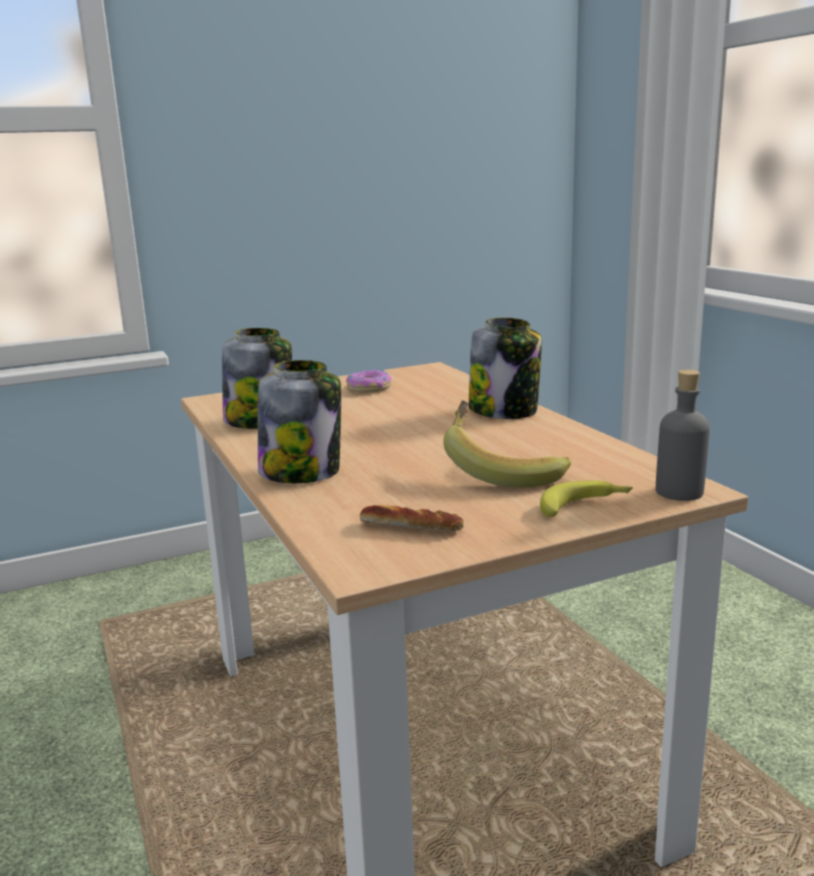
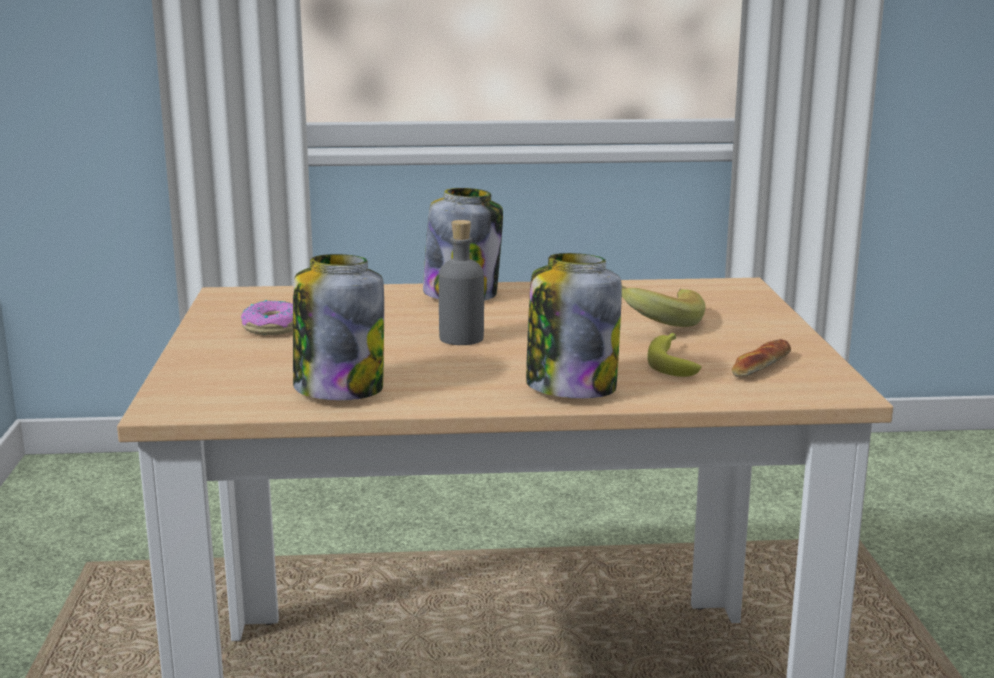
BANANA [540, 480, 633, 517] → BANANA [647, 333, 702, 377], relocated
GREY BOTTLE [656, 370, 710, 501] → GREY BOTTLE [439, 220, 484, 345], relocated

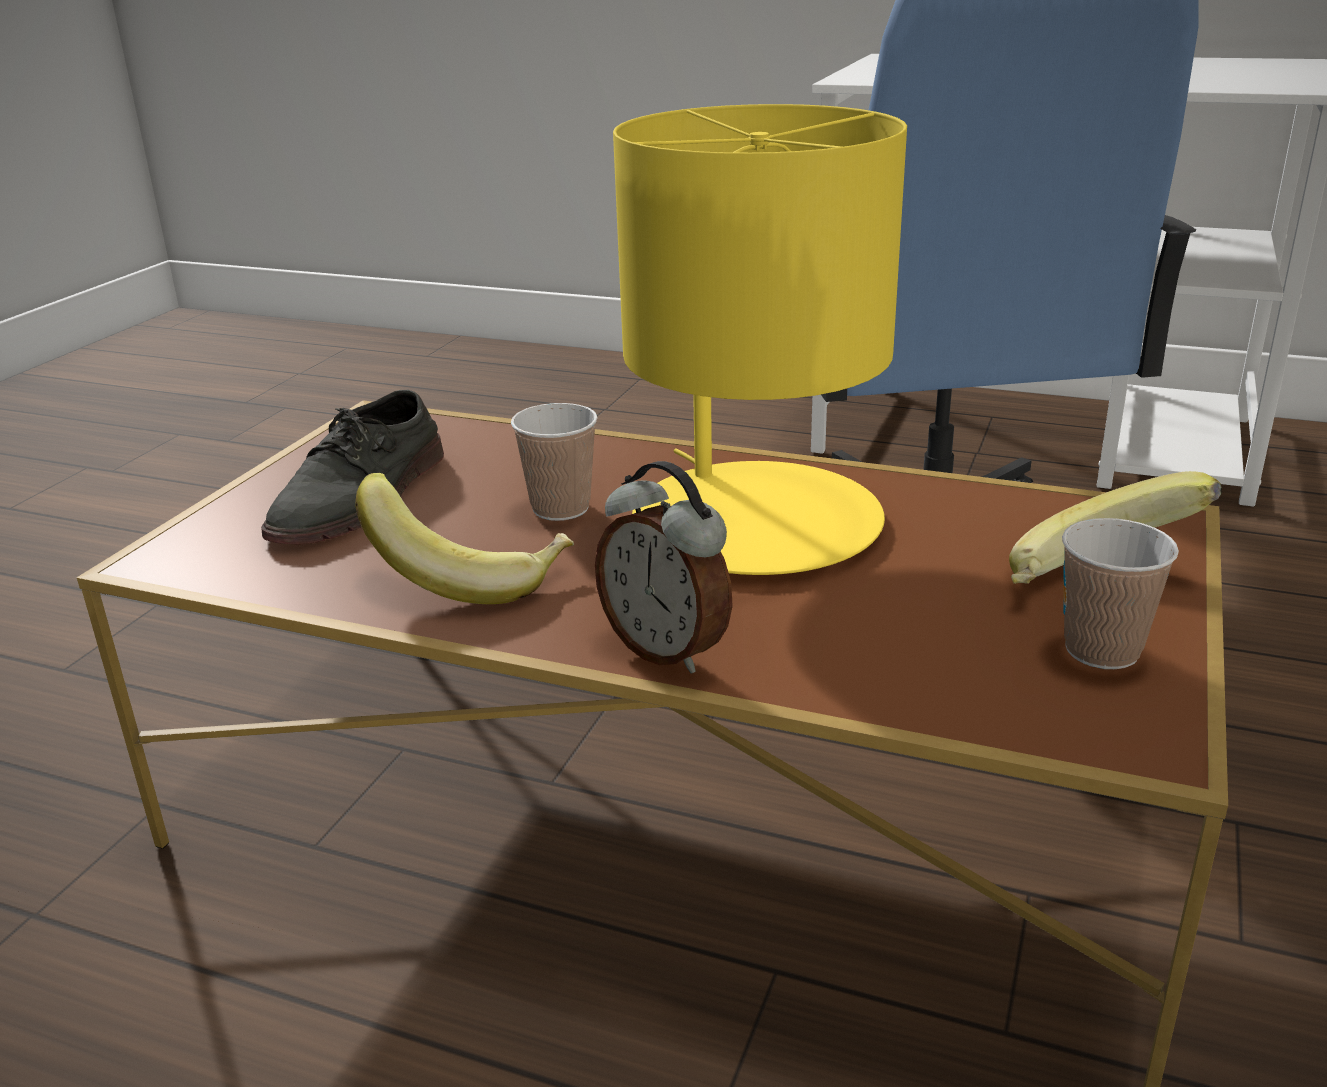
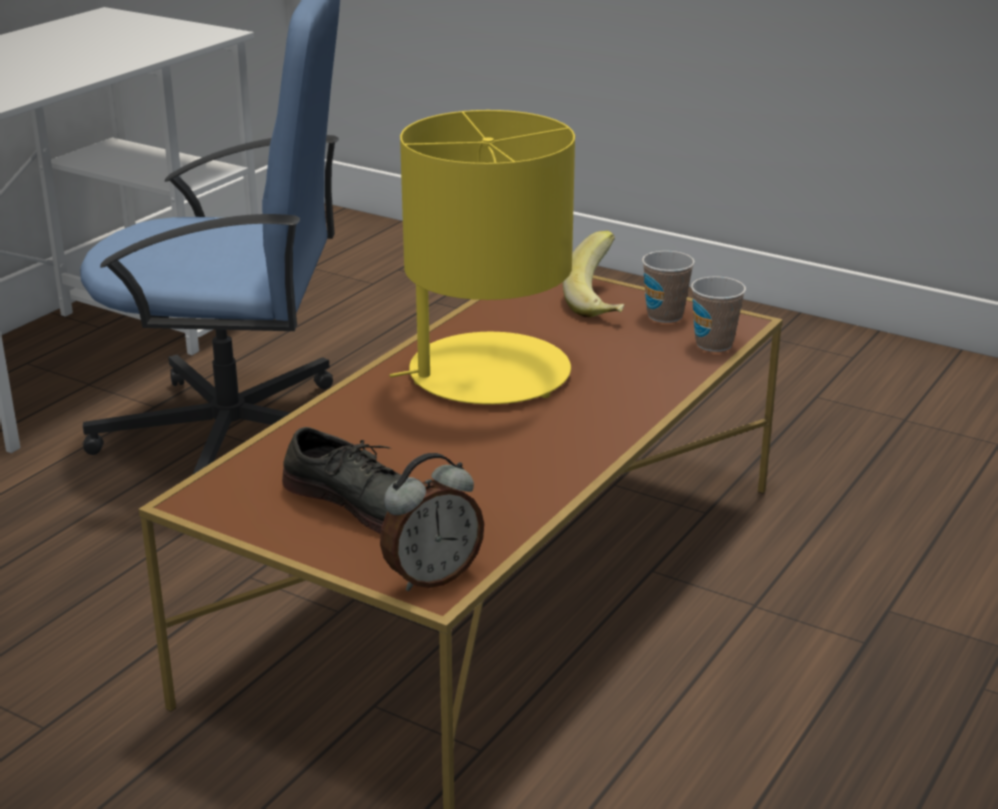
BANANA [355, 473, 574, 604] → -
CUP [511, 403, 598, 521] → CUP [691, 276, 746, 352], relocated
ALARM CLOCK [595, 461, 733, 674] → ALARM CLOCK [380, 453, 484, 591], relocated

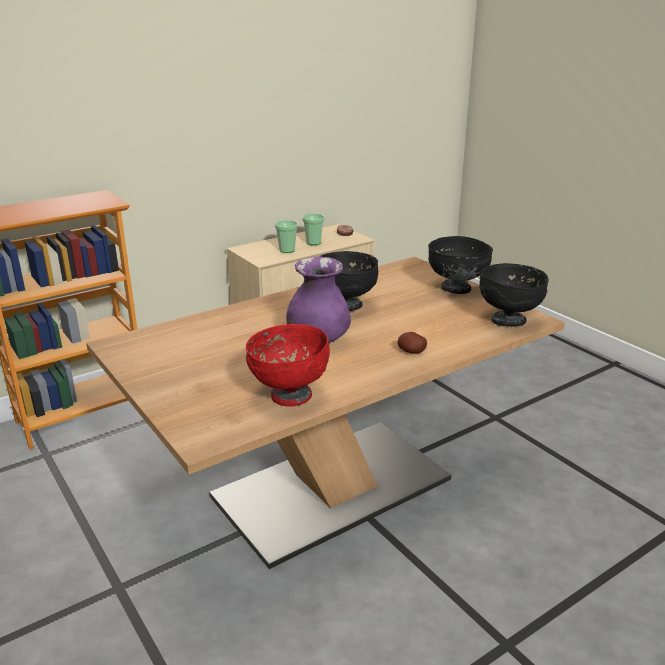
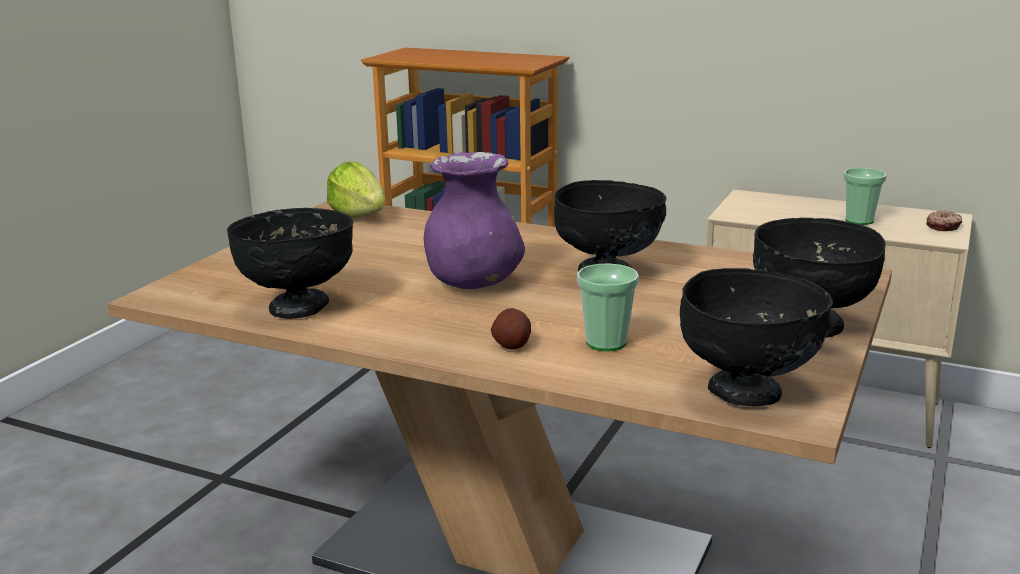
RED BOWL [246, 324, 330, 407] → BLACK BOWL [227, 208, 353, 319]
CUP [275, 220, 298, 253] → CUP [577, 263, 639, 351], relocated
- → LETTUCE [327, 162, 385, 217]

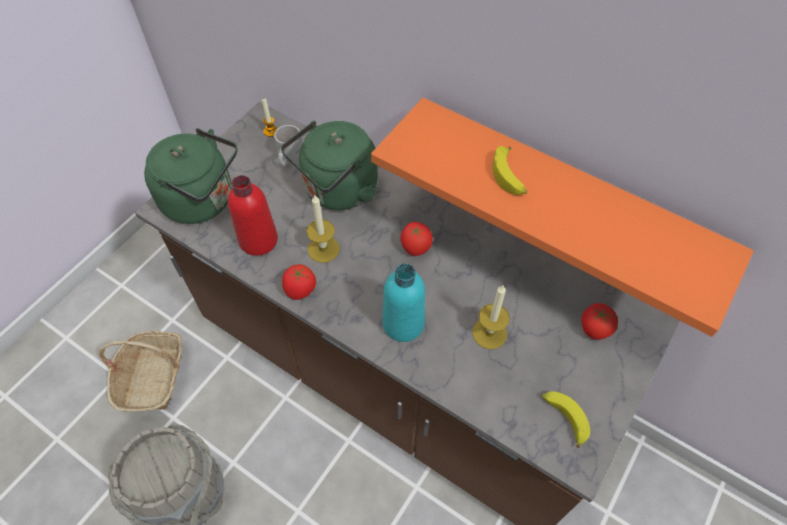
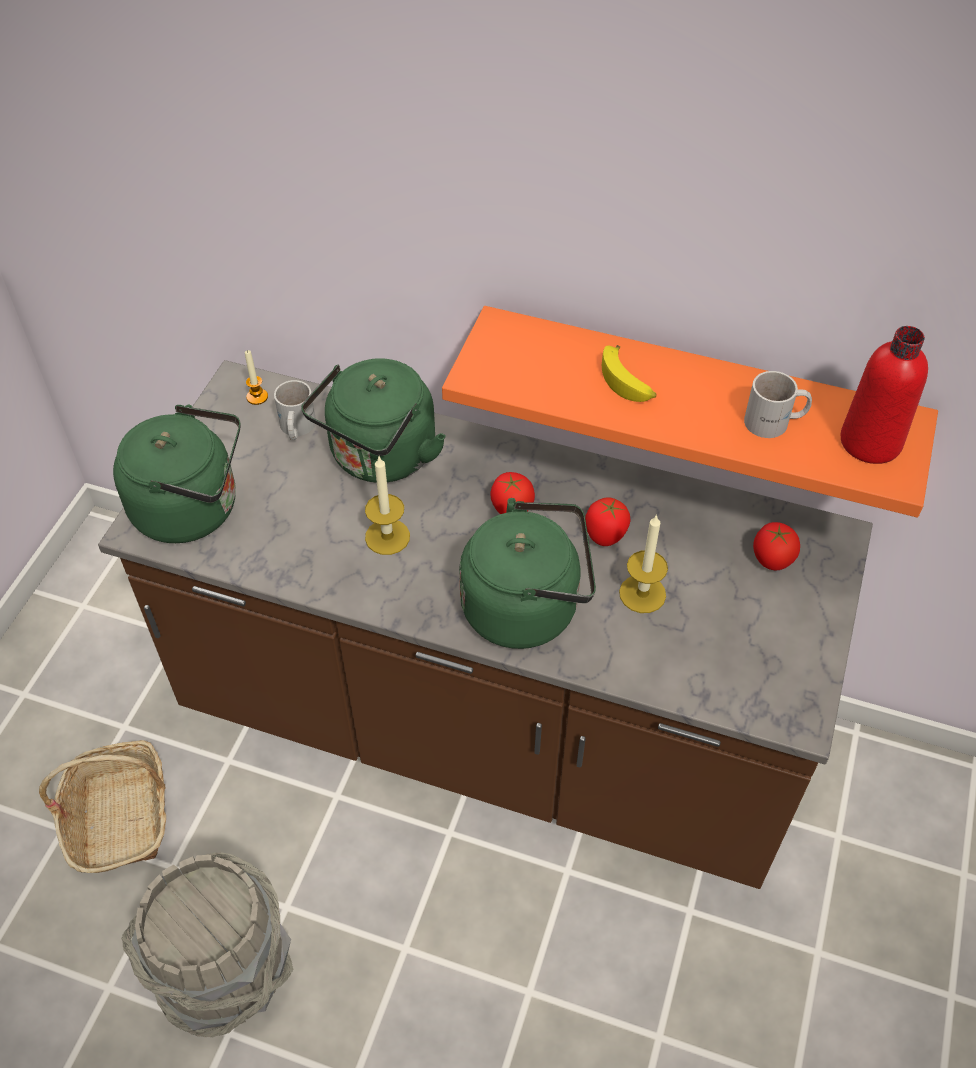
RED BOTTLE [228, 175, 278, 256] → RED BOTTLE [841, 326, 928, 464], relocated
TOMATO [282, 264, 316, 300] → TOMATO [585, 497, 631, 546], relocated
TURQUOISE BOTTLE [382, 264, 425, 342] → GREEN KETTLE [459, 498, 596, 649]
BANANA [542, 391, 590, 448] → -
- → WHITE MUG [744, 371, 812, 438]

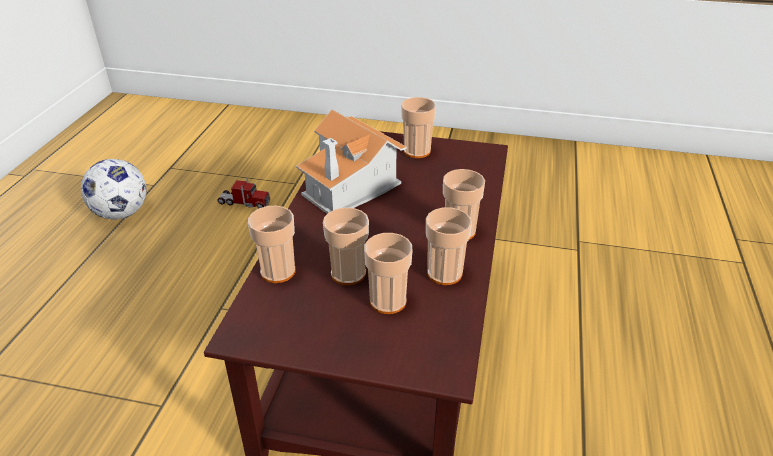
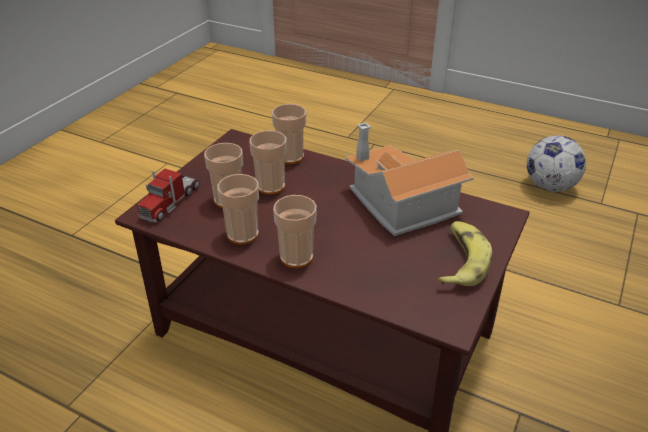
TOY TRUCK [218, 177, 270, 208] → TOY TRUCK [137, 169, 200, 223], relocated
CUP [401, 97, 436, 158] → BANANA [438, 221, 492, 286]

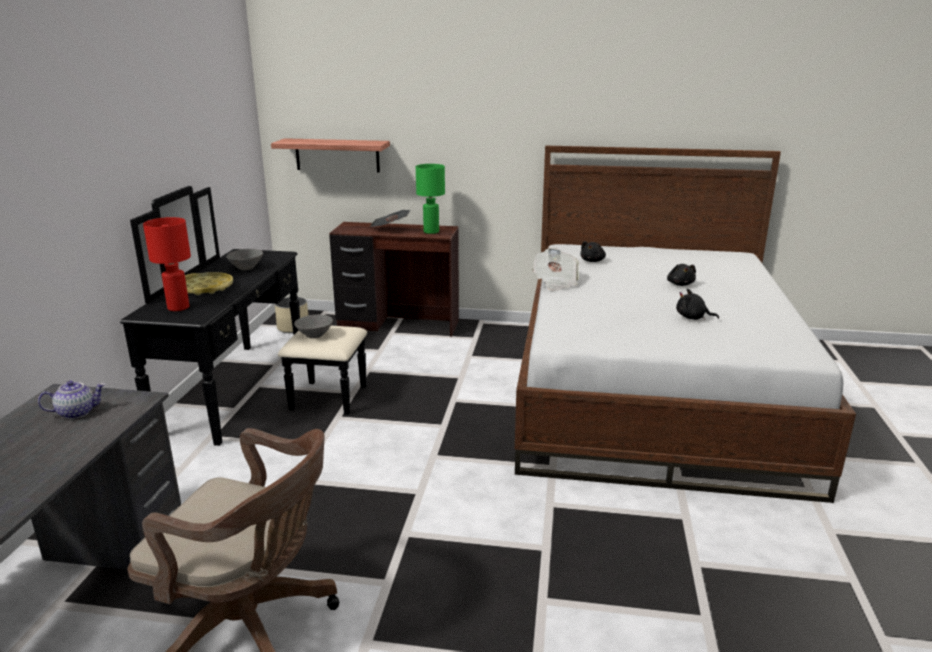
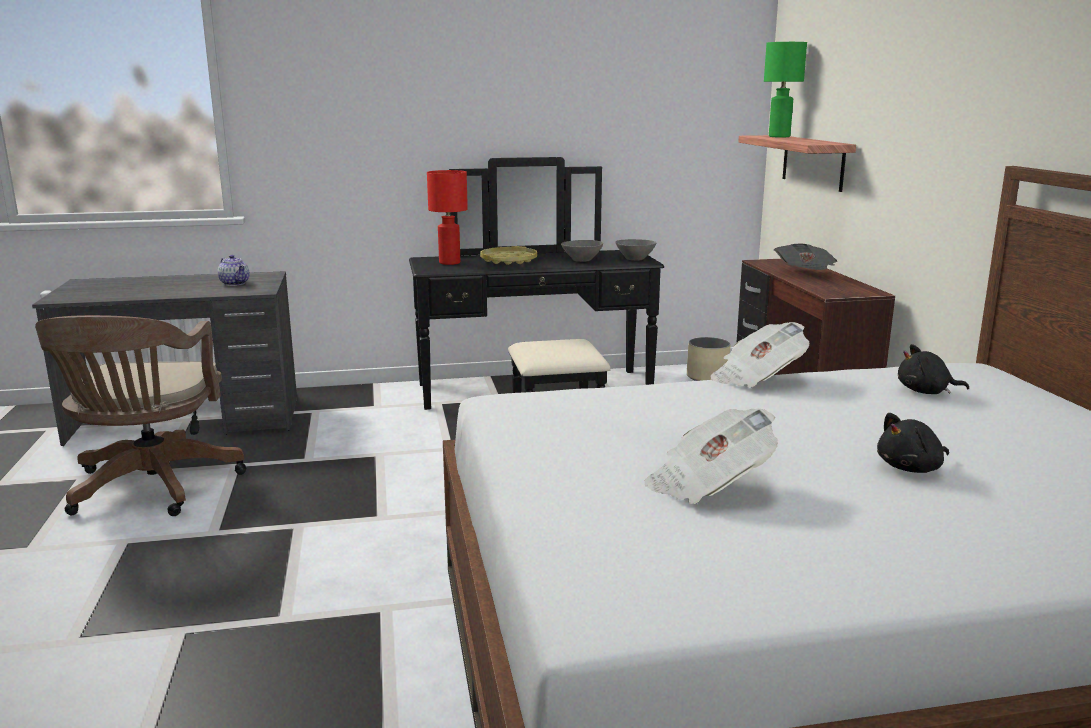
GREY BOWL [294, 314, 333, 338] → GREY BOWL [616, 239, 656, 261], relocated
GREEN TABLE LAMP [416, 164, 445, 234] → GREEN TABLE LAMP [764, 42, 807, 137], relocated
BLACK PLUSH TOY [676, 289, 719, 320] → NEWSPAPER [645, 409, 778, 504]

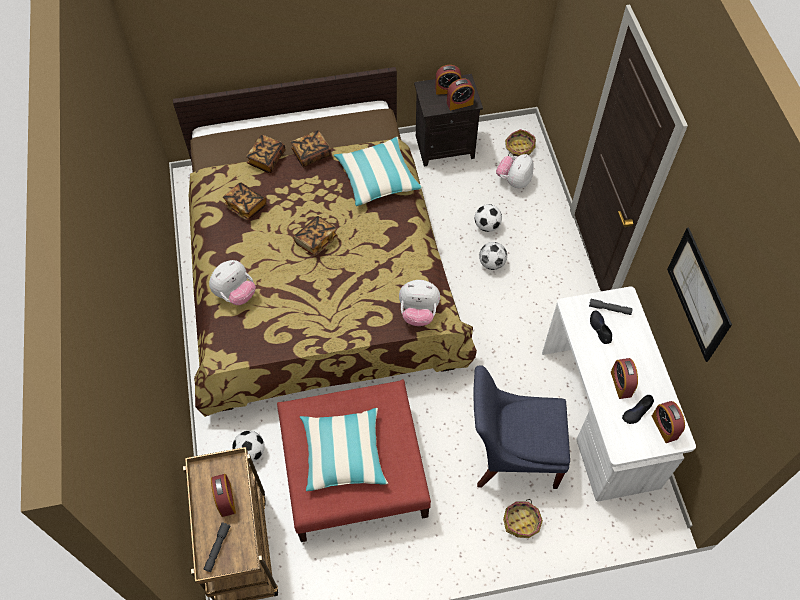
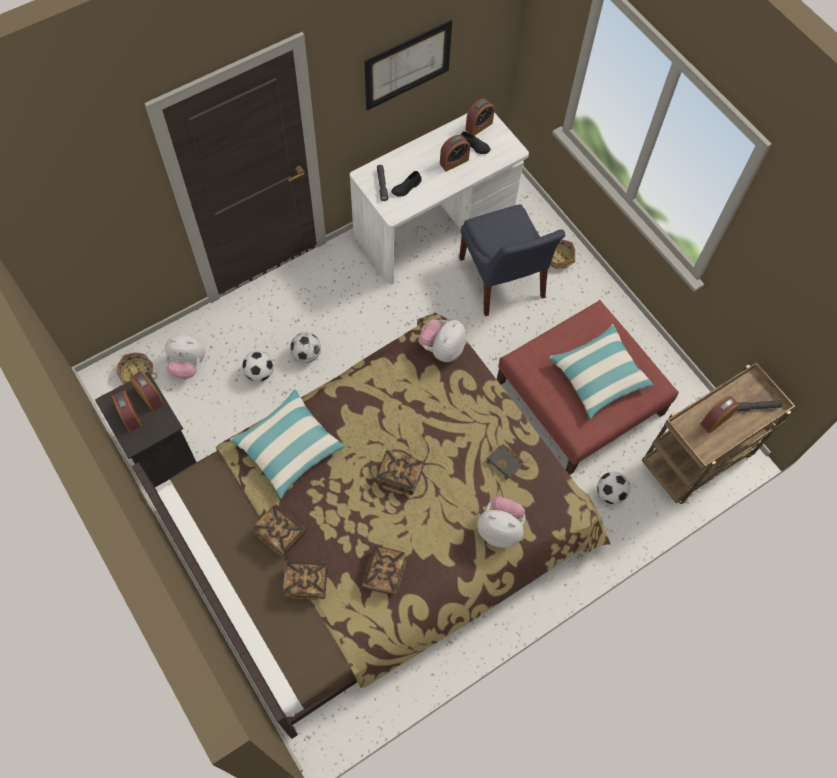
PLUSH TOY [399, 280, 440, 326] → PLUSH TOY [418, 319, 466, 362], 135 degrees counterclockwise
- → BLACK BOOK [486, 444, 524, 480]

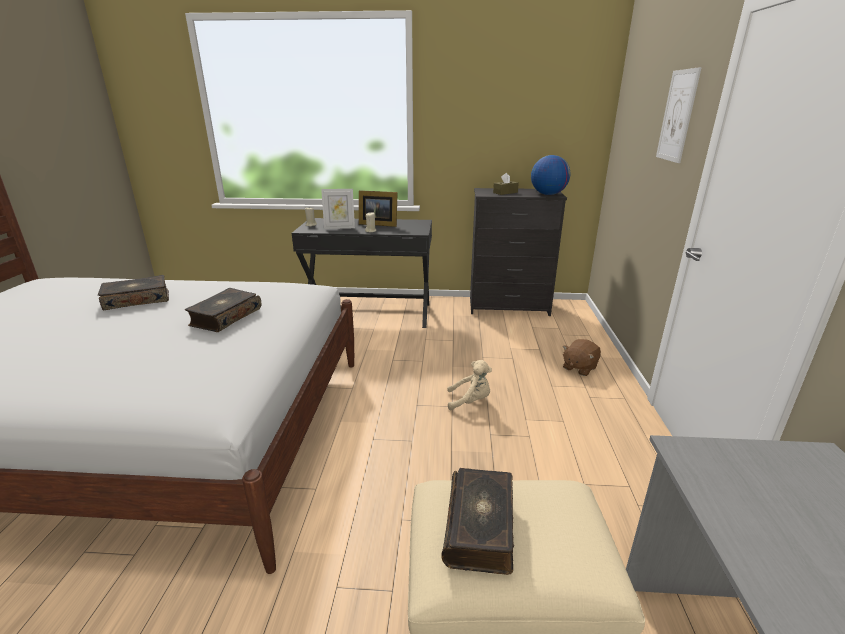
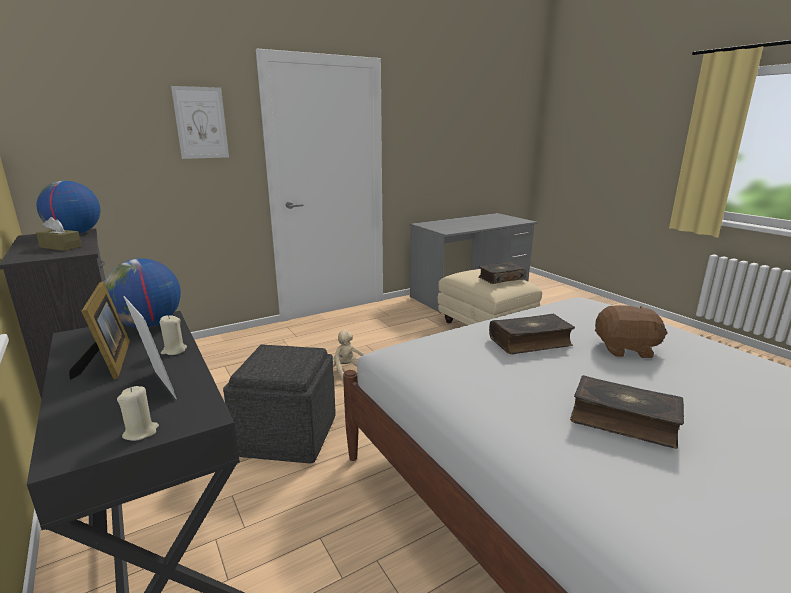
BROWN PLUSH TOY [563, 339, 601, 376] → BROWN PLUSH TOY [595, 305, 668, 358], relocated
- → GLOBE [104, 258, 181, 328]
- → GREY OTTOMAN [223, 344, 336, 463]

